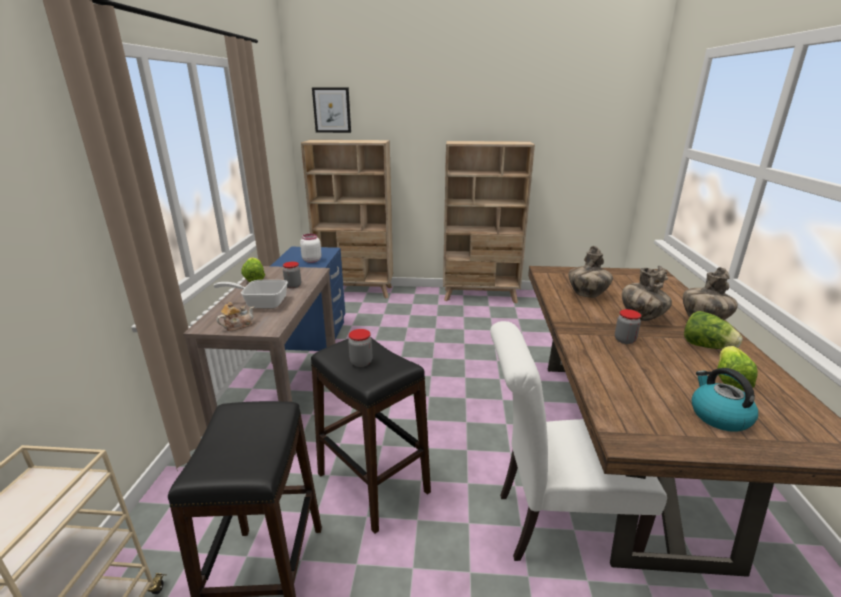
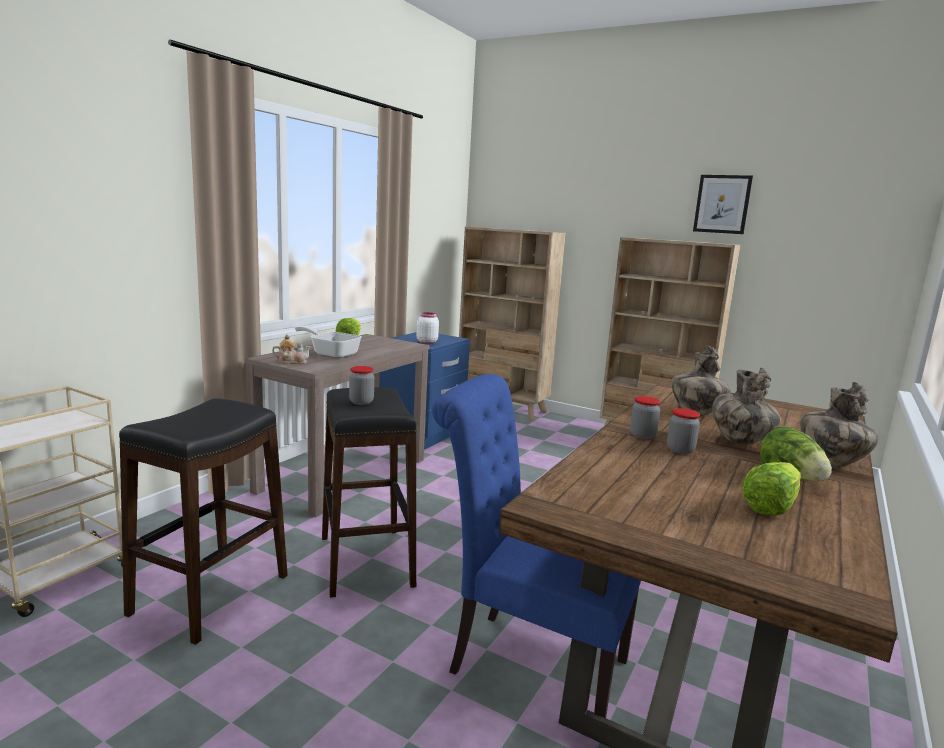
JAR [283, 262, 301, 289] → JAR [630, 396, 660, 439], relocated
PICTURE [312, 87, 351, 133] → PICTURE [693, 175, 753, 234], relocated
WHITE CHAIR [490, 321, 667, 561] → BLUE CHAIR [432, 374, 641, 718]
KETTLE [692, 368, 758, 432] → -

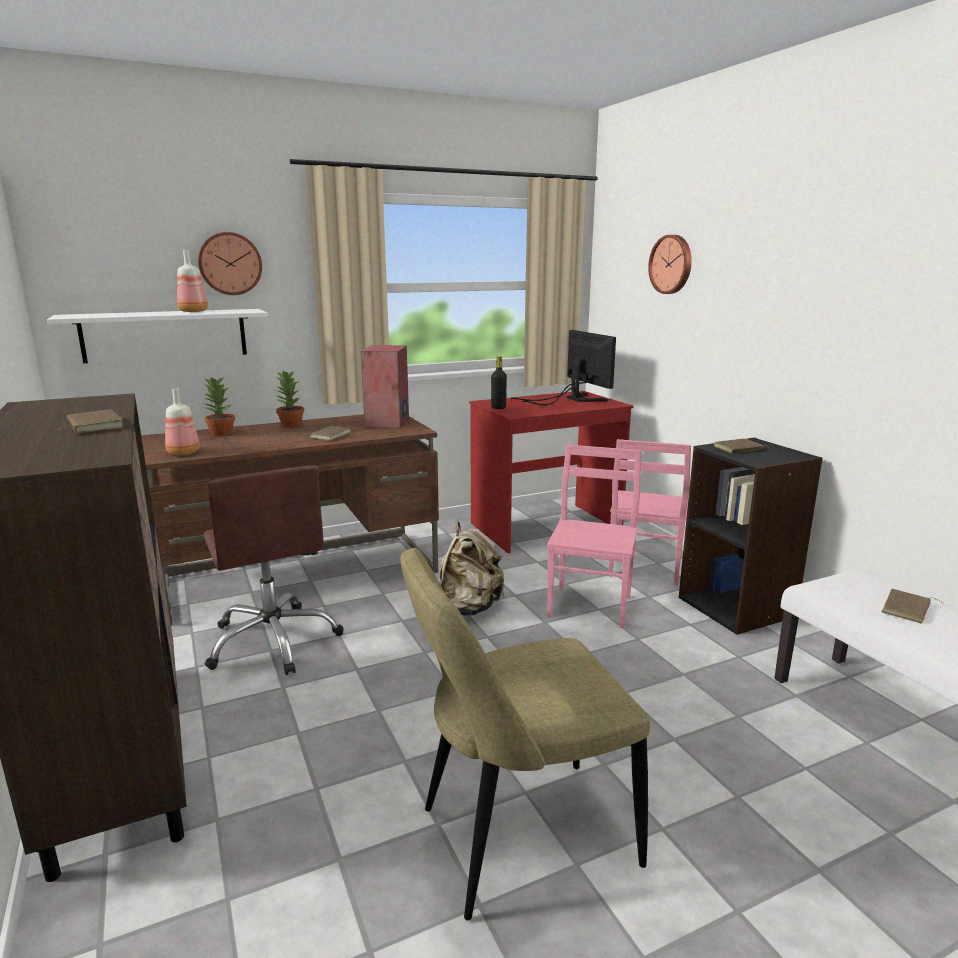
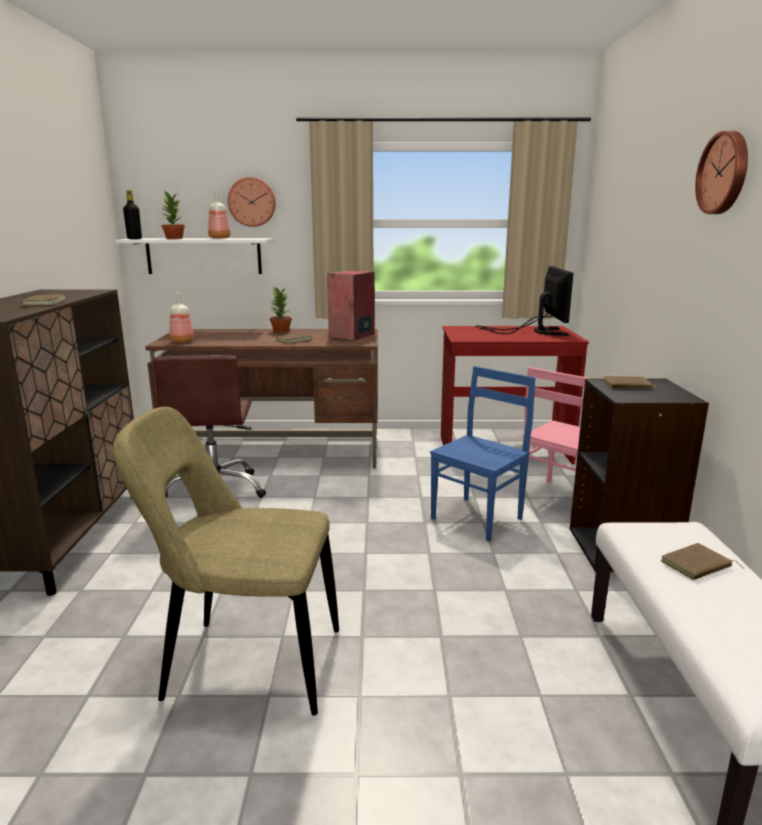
POTTED PLANT [203, 376, 235, 436] → POTTED PLANT [162, 192, 185, 239], relocated
BEIGE BACKPACK [440, 522, 504, 616] → -
BLACK BOTTLE [491, 356, 507, 409] → BLACK BOTTLE [123, 190, 142, 239], relocated
PINK CHAIR [547, 445, 641, 628] → BLUE CHAIR [430, 366, 535, 542]
WALL CLOCK [648, 235, 692, 294] → WALL CLOCK [695, 131, 748, 214], relocated

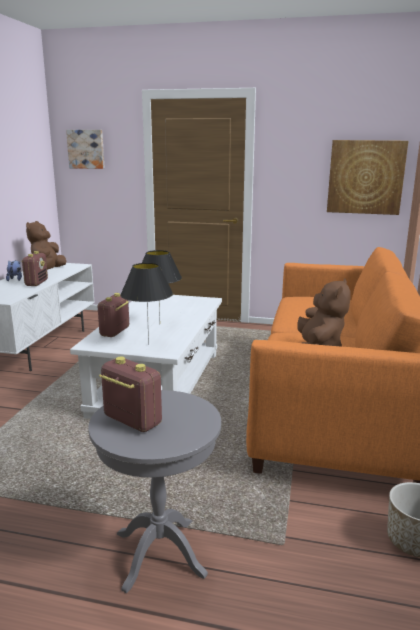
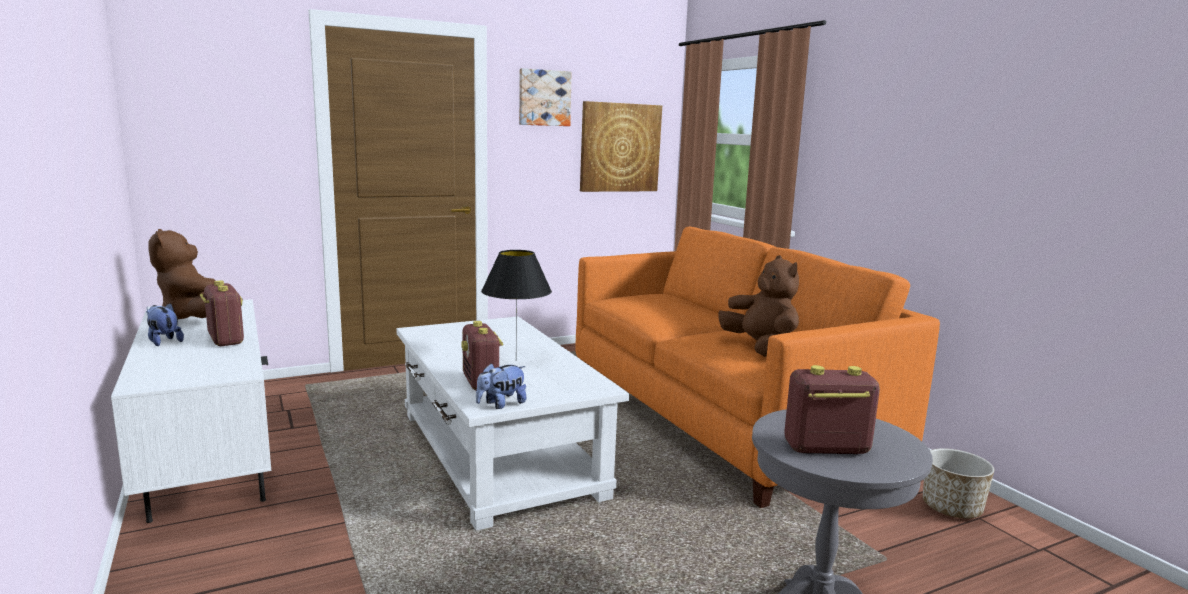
PICTURE [66, 130, 105, 169] → PICTURE [519, 68, 572, 126], relocated
BLACK TABLE LAMP [120, 263, 173, 345] → -
- → PLUSH TOY [476, 363, 526, 409]

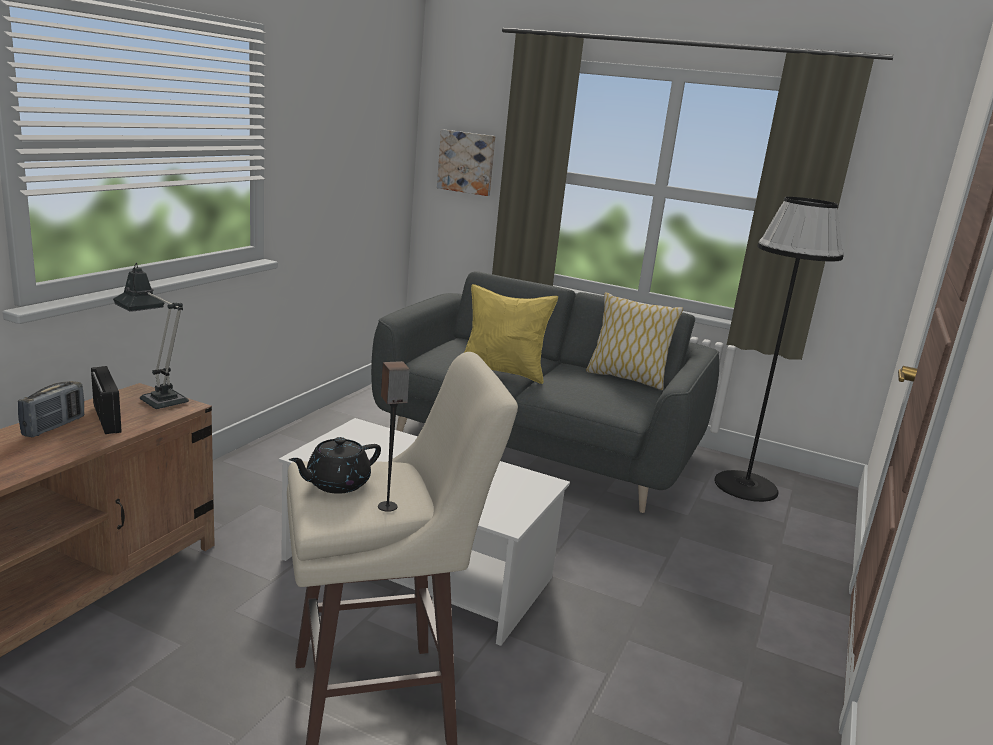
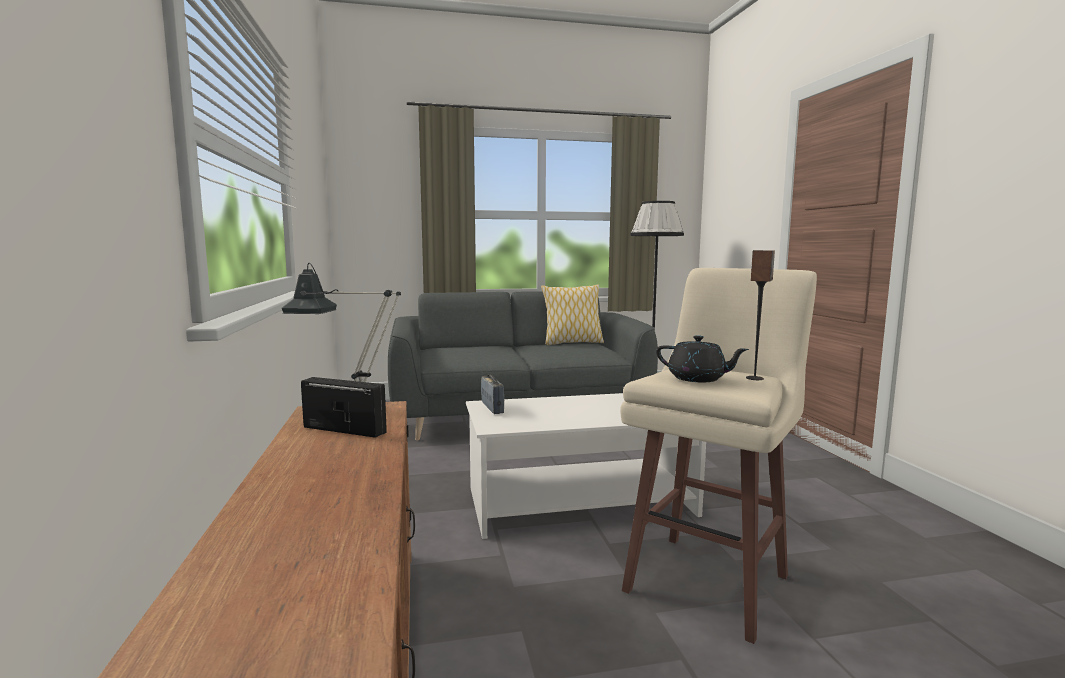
RADIO [18, 381, 84, 438] → RADIO [481, 375, 504, 414], relocated
BLACK TEAPOT [289, 437, 381, 494] → BLACK TEAPOT [656, 335, 749, 382], 75 degrees counterclockwise
PICTURE [437, 130, 495, 196] → -
YELLOW PILLOW [464, 284, 558, 384] → -

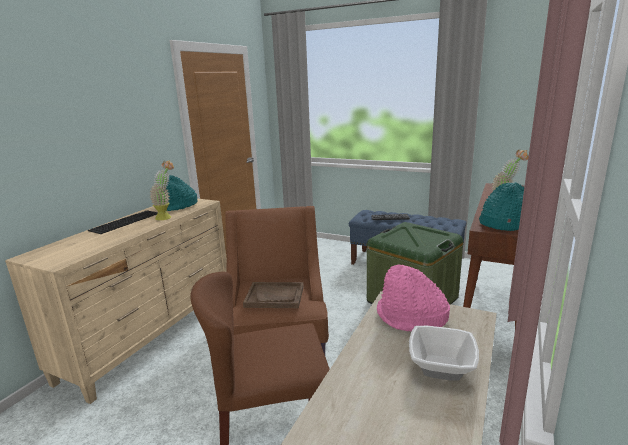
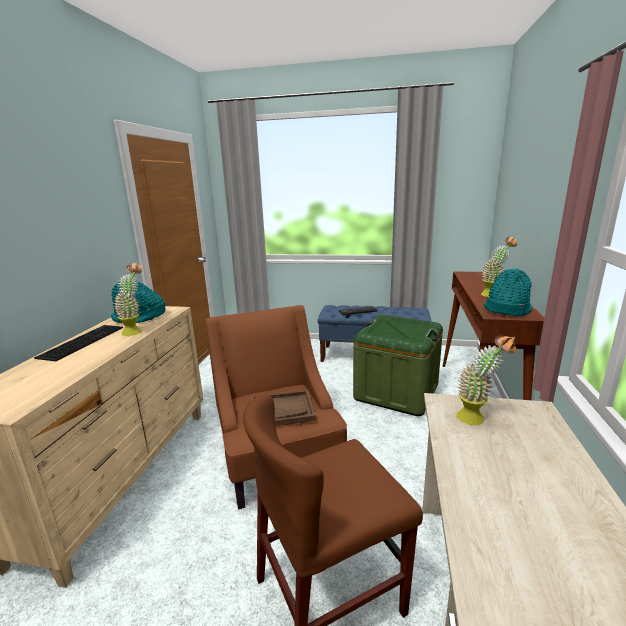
PINK HAT [377, 265, 450, 331] → POTTED PLANT [457, 335, 516, 425]
BOWL [409, 326, 479, 381] → -

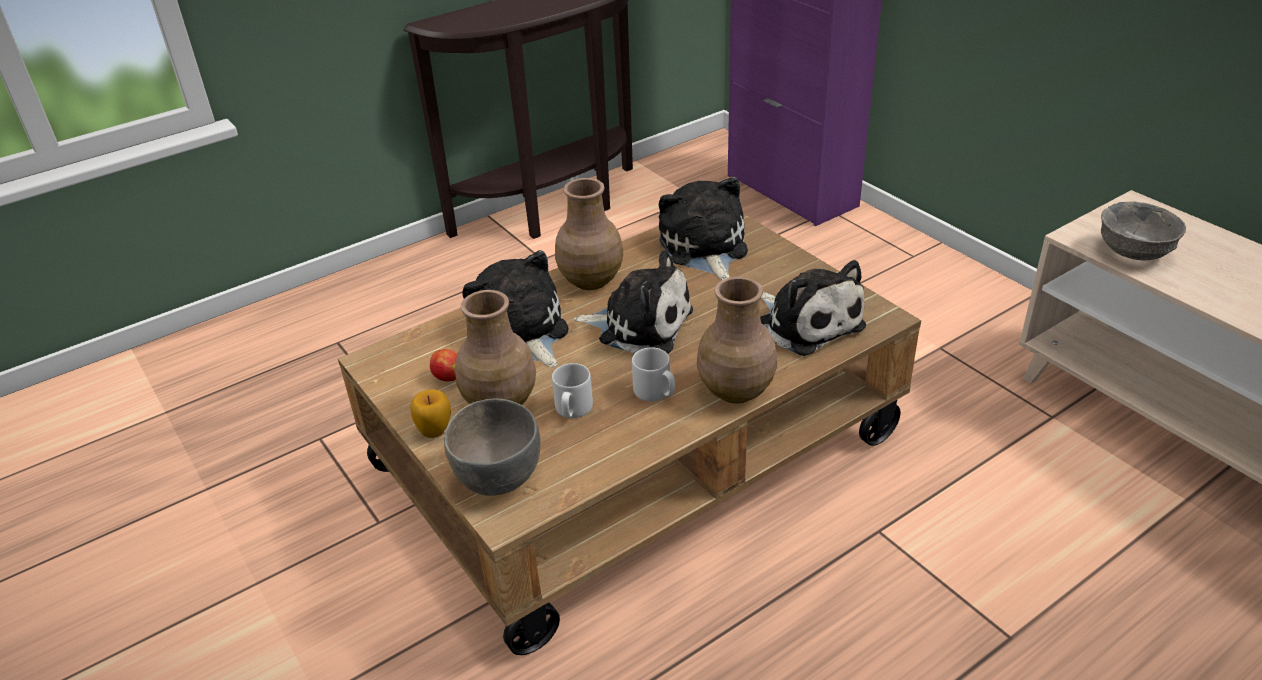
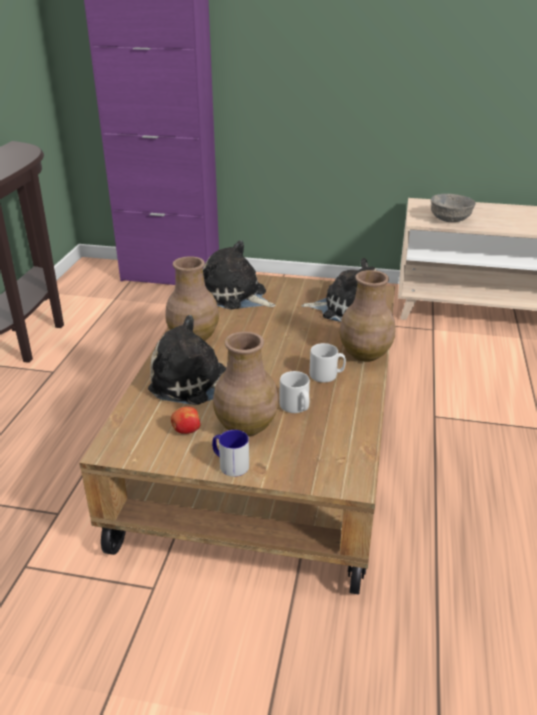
APPLE [410, 389, 451, 438] → MUG [212, 430, 249, 477]
GREY BOWL [444, 399, 541, 496] → -
PLUSH TOY [574, 250, 693, 354] → -

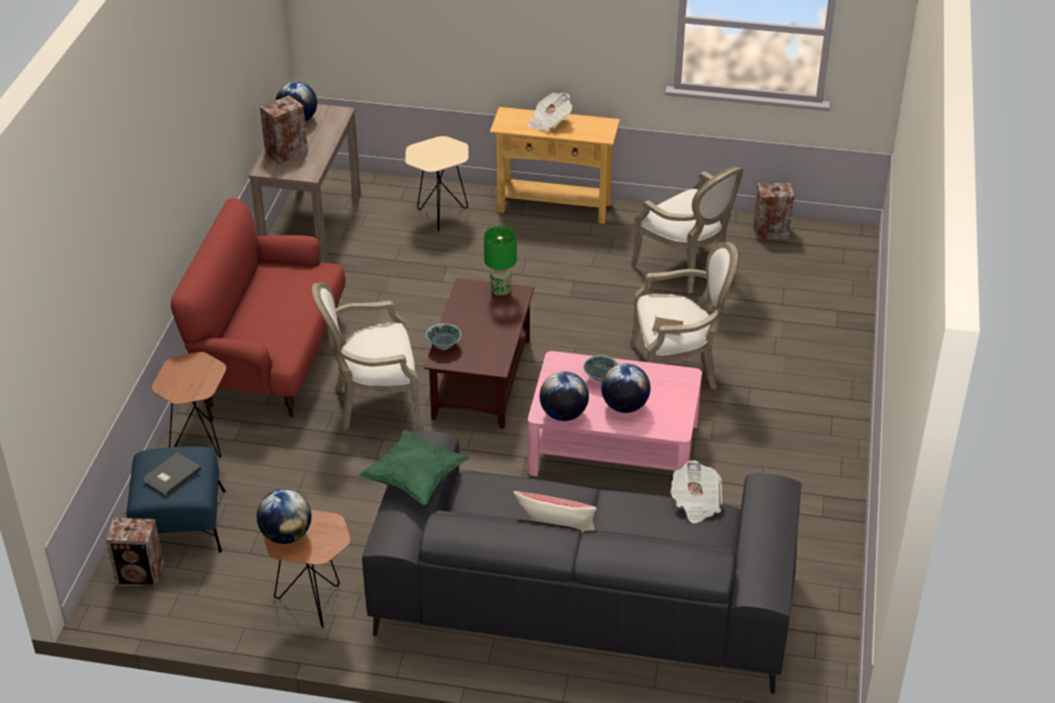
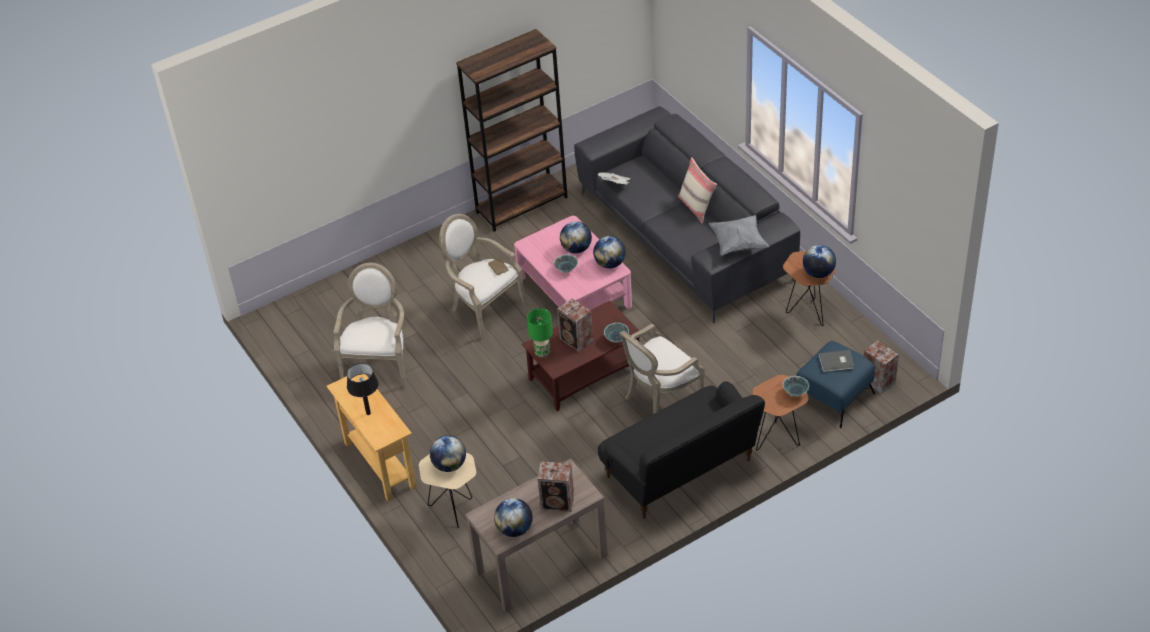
RED SOFA [171, 198, 346, 417] → BLACK SOFA [598, 381, 765, 519]
ARMCHAIR [312, 282, 423, 430] → ARMCHAIR [619, 324, 704, 414], 105 degrees clockwise
GREEN PILLOW [358, 429, 470, 505] → GREY PILLOW [709, 215, 769, 255]
NEWSPAPER [527, 93, 572, 132] → BLACK TABLE LAMP [347, 363, 378, 415]
SPEAKER [753, 183, 794, 240] → SPEAKER [557, 298, 593, 352], relocated
- → GLOBE [430, 435, 466, 472]
- → BROWN BOOKCASE [456, 29, 568, 232]
- → BOWL [783, 376, 809, 396]

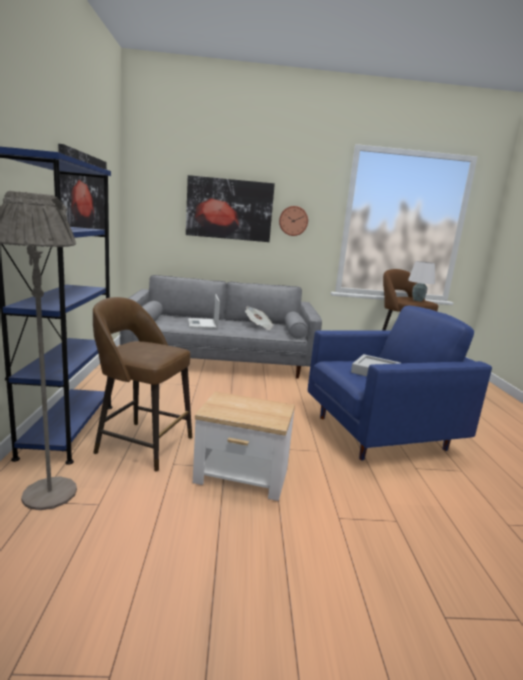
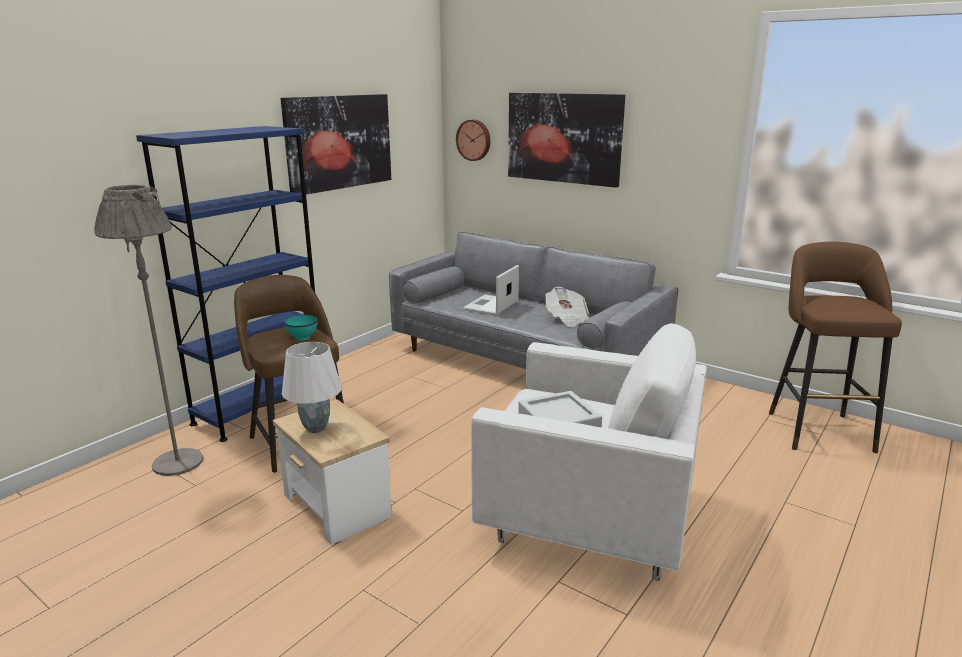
WALL CLOCK [279, 206, 308, 236] → WALL CLOCK [456, 120, 490, 161], relocated
BLUE ARMCHAIR [308, 306, 492, 460] → WHITE ARMCHAIR [471, 323, 707, 581]
WHITE TABLE LAMP [408, 261, 435, 302] → WHITE TABLE LAMP [282, 342, 342, 433], relocated
- → TURQUOISE BOWL [284, 315, 318, 340]

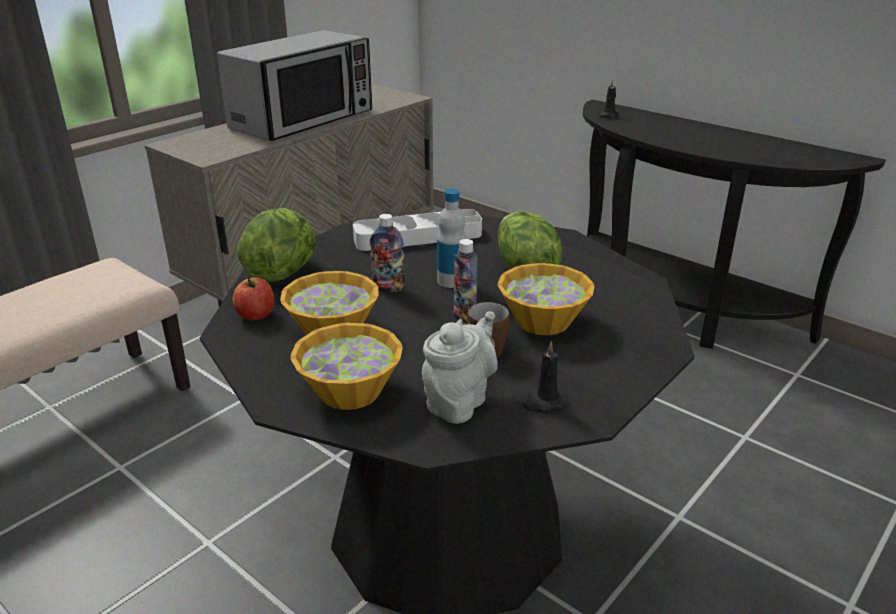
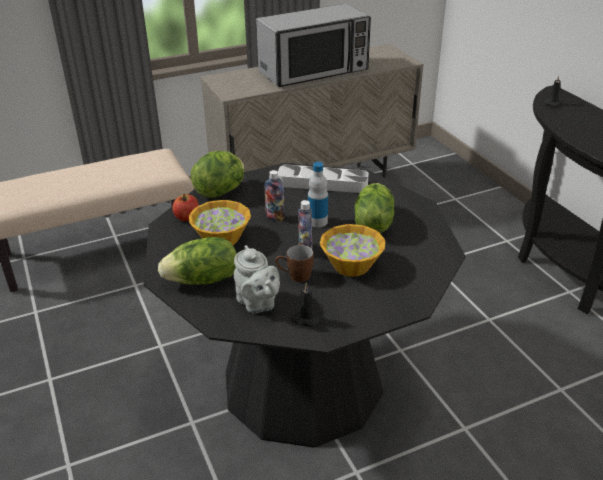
BOWL [291, 323, 403, 410] → LETTUCE [158, 237, 237, 285]
GREY TEAPOT [422, 311, 498, 424] → GREY TEAPOT [234, 245, 280, 313], 90 degrees clockwise

